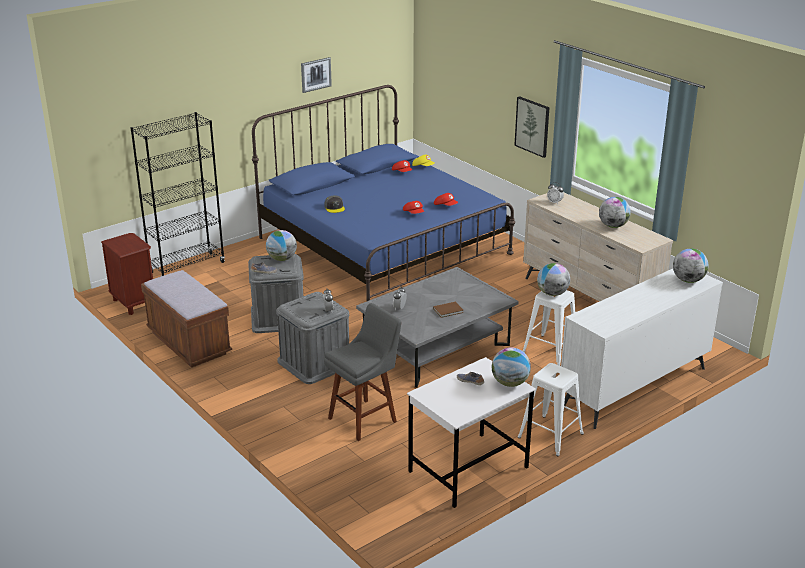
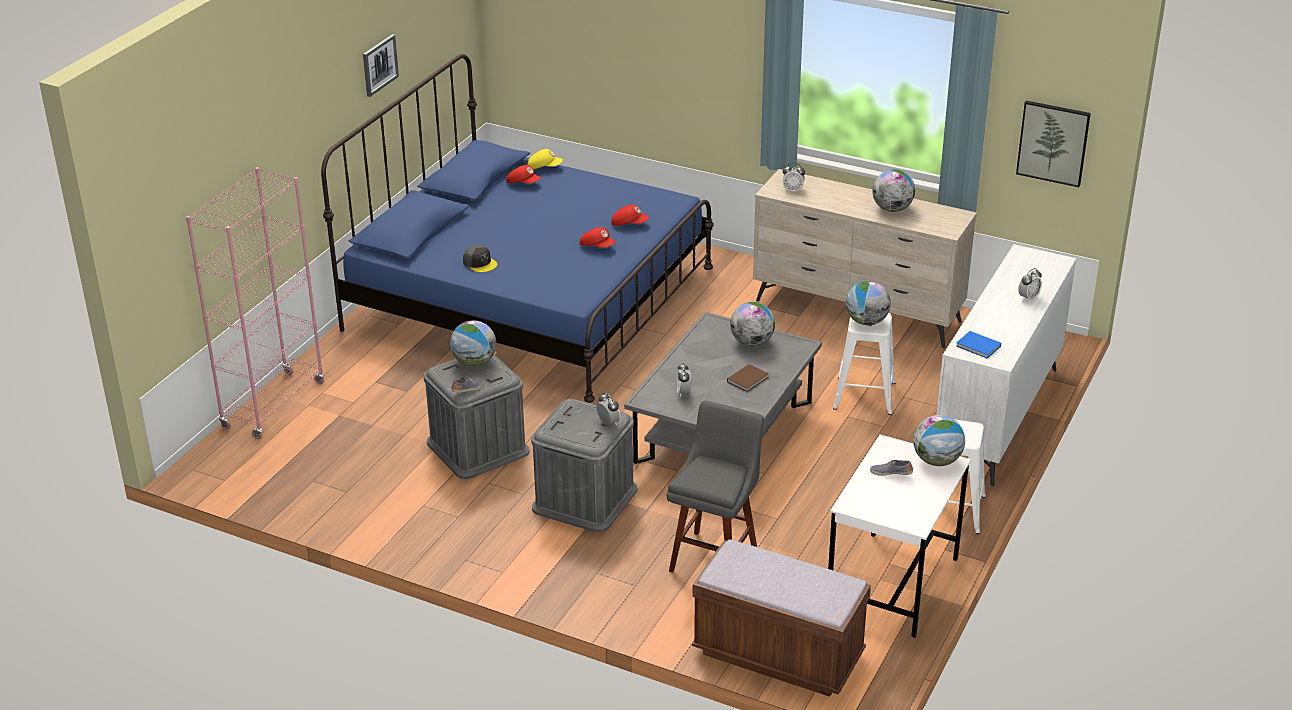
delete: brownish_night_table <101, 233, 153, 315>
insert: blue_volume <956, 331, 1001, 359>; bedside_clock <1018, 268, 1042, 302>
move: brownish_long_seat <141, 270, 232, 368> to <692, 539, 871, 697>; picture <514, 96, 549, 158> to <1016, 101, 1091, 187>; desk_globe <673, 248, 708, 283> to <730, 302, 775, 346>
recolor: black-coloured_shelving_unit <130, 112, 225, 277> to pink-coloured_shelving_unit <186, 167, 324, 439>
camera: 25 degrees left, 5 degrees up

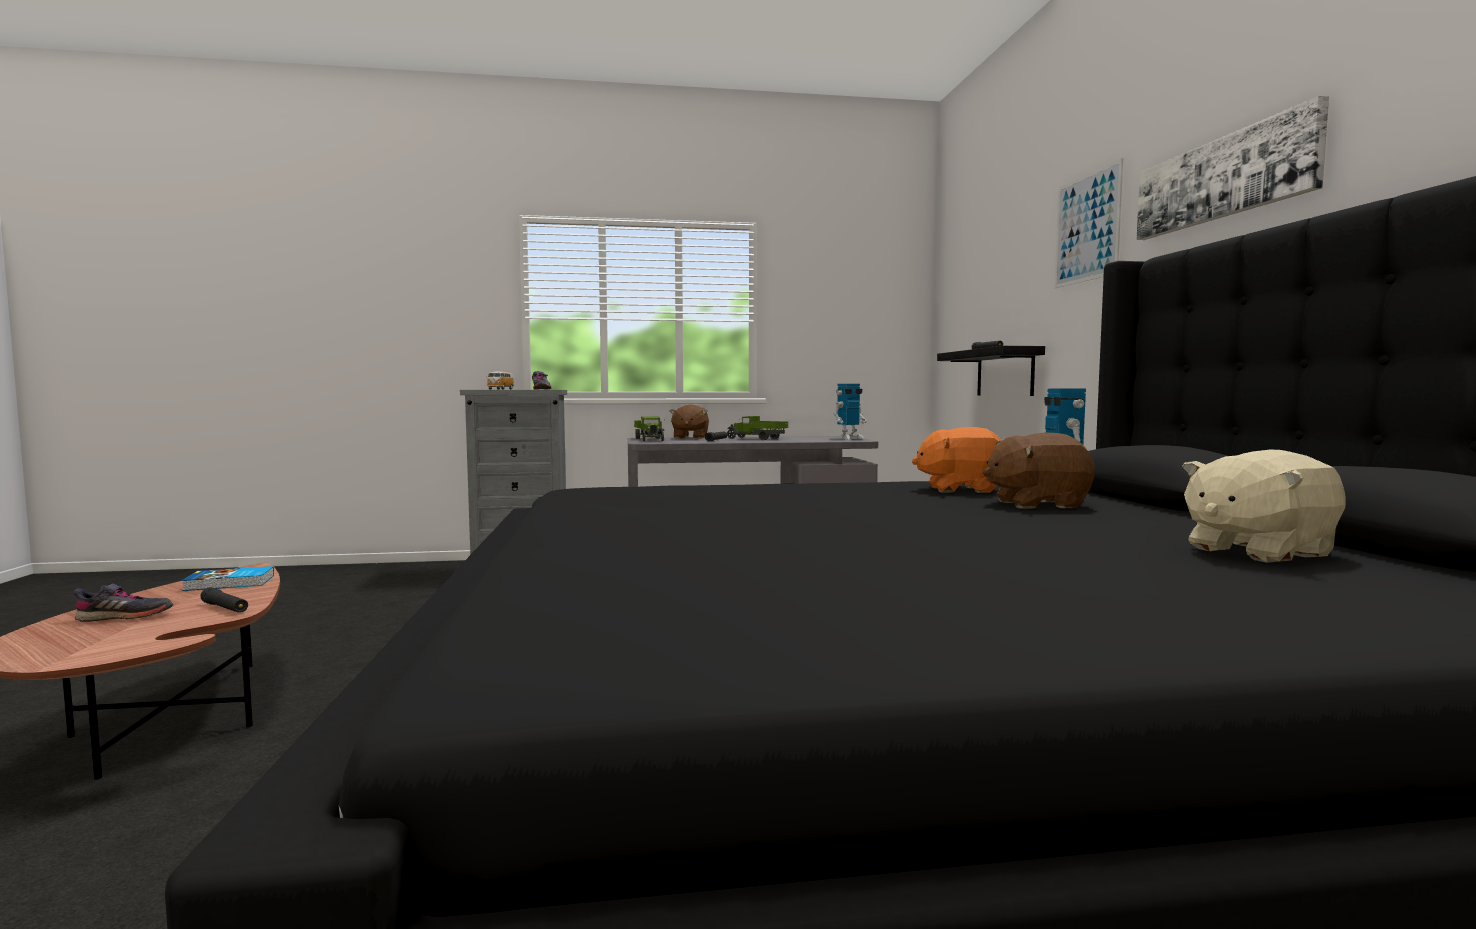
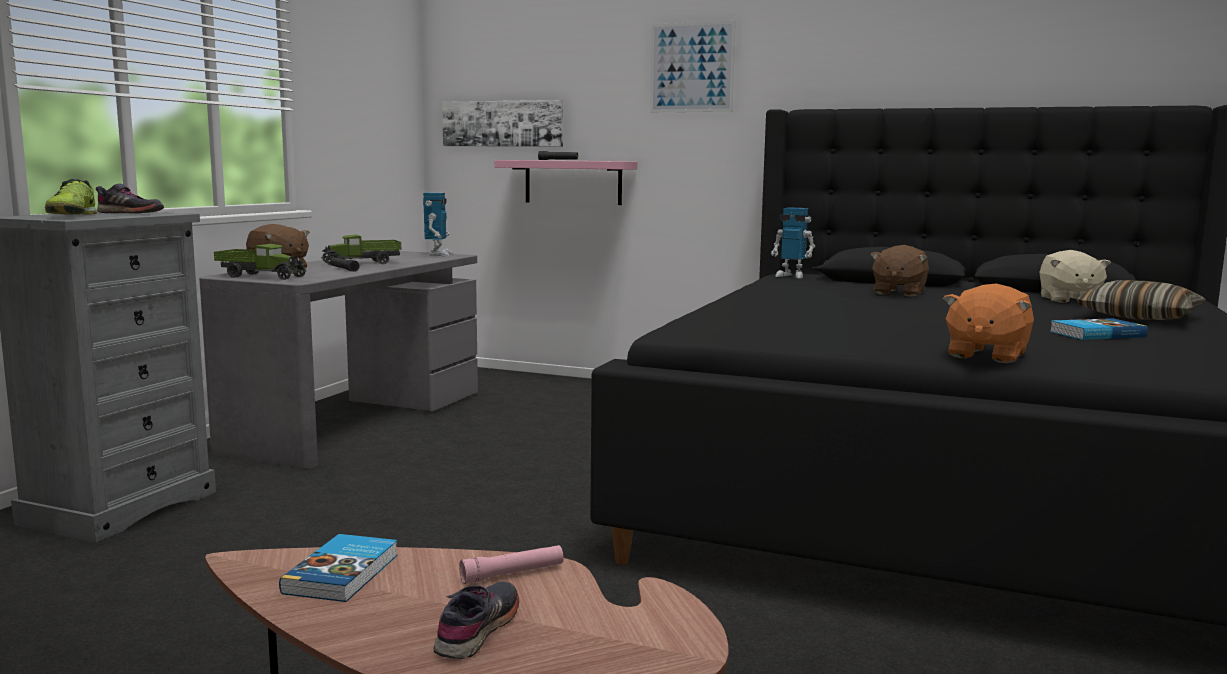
insert: volume <1050, 318, 1148, 340>; throw_pillow <1076, 280, 1206, 320>
move: orange_cuddly_toy <912, 427, 1002, 493> to <943, 284, 1034, 363>; picture <1137, 96, 1329, 240> to <442, 100, 563, 147>
replace: model_car <486, 371, 514, 390> to low_shoe <45, 179, 97, 215>
recolor: black-coloured_torch <200, 587, 248, 613> to pink-coloured_torch <459, 545, 564, 584>; black-coloured_bracket_shelf <937, 346, 1045, 396> to pink-coloured_bracket_shelf <494, 160, 637, 205>
camera: 60 degrees left, 5 degrees up

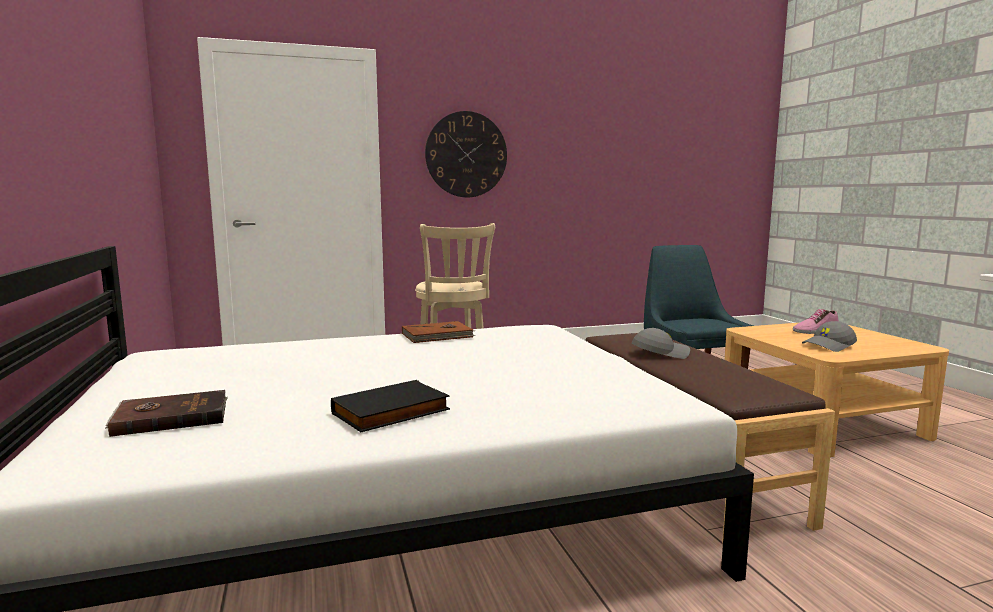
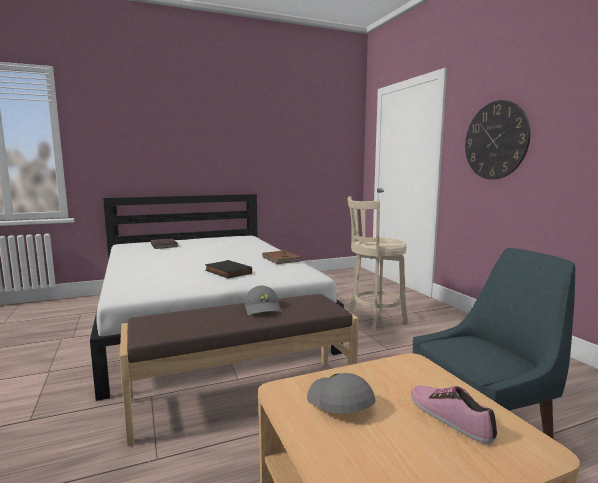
move: black-coloured_volume <331, 380, 450, 432> to <205, 260, 252, 278>
camera: 85 degrees right, 0 degrees up

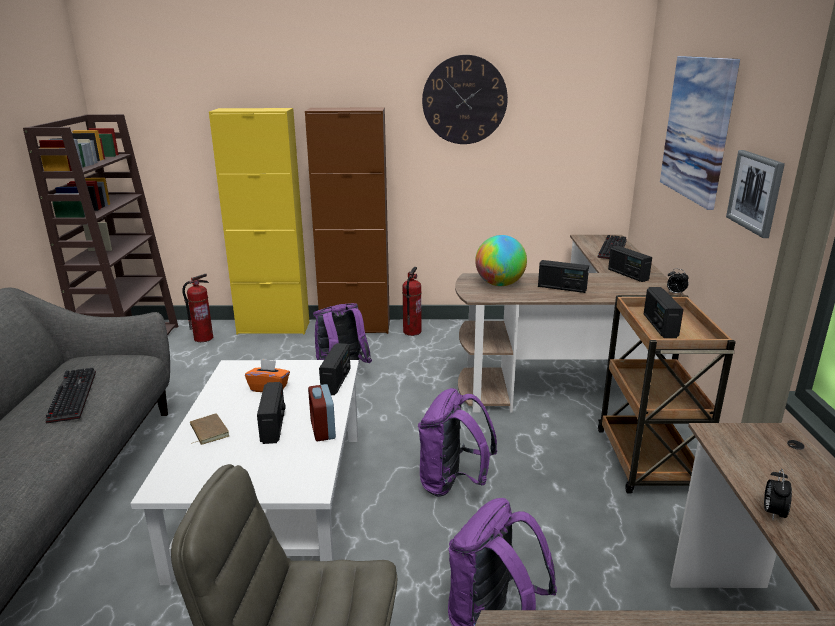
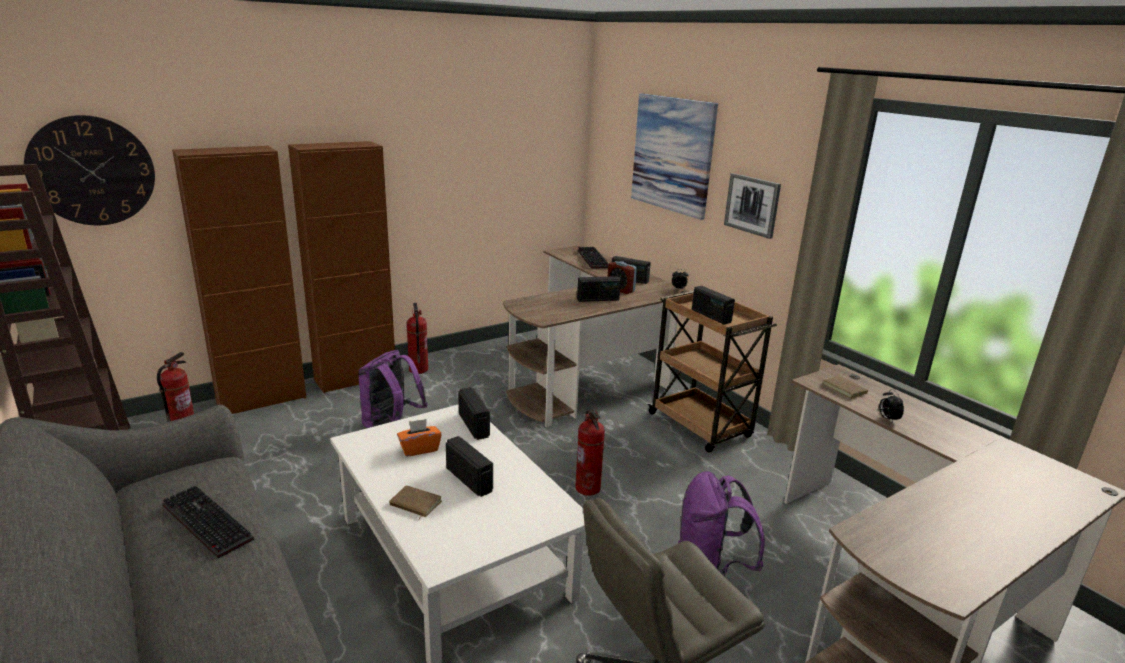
delete: desk_globe <475, 235, 527, 286>
insert: brownish_volume <822, 374, 868, 398>
move: bedside_clock <308, 384, 336, 442> to <608, 261, 637, 294>; clock_on_the_wall <422, 55, 508, 144> to <24, 115, 155, 225>
replace: purple-coloured_backpack <418, 388, 497, 497> to fire-fighting_cylinder <575, 410, 605, 496>
recolor: yellowish_cupboard <209, 108, 309, 335> to brownish_cupboard <172, 146, 306, 414>
camera: 35 degrees left, 0 degrees up

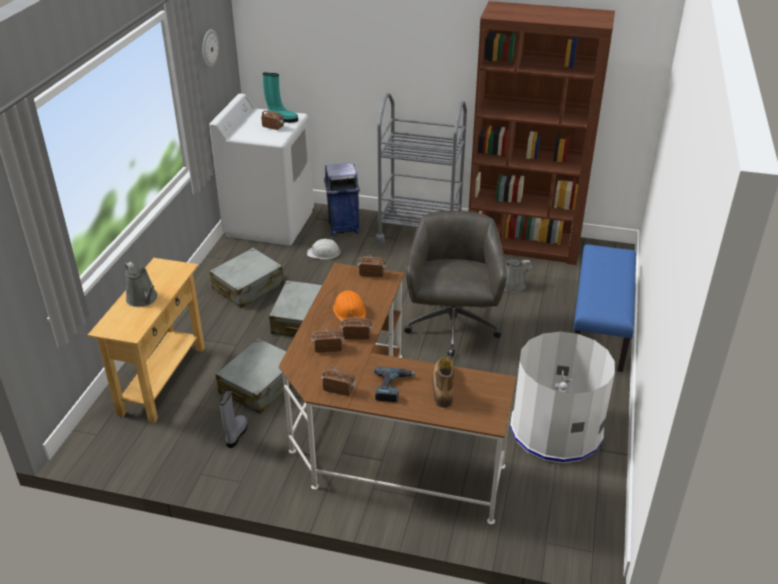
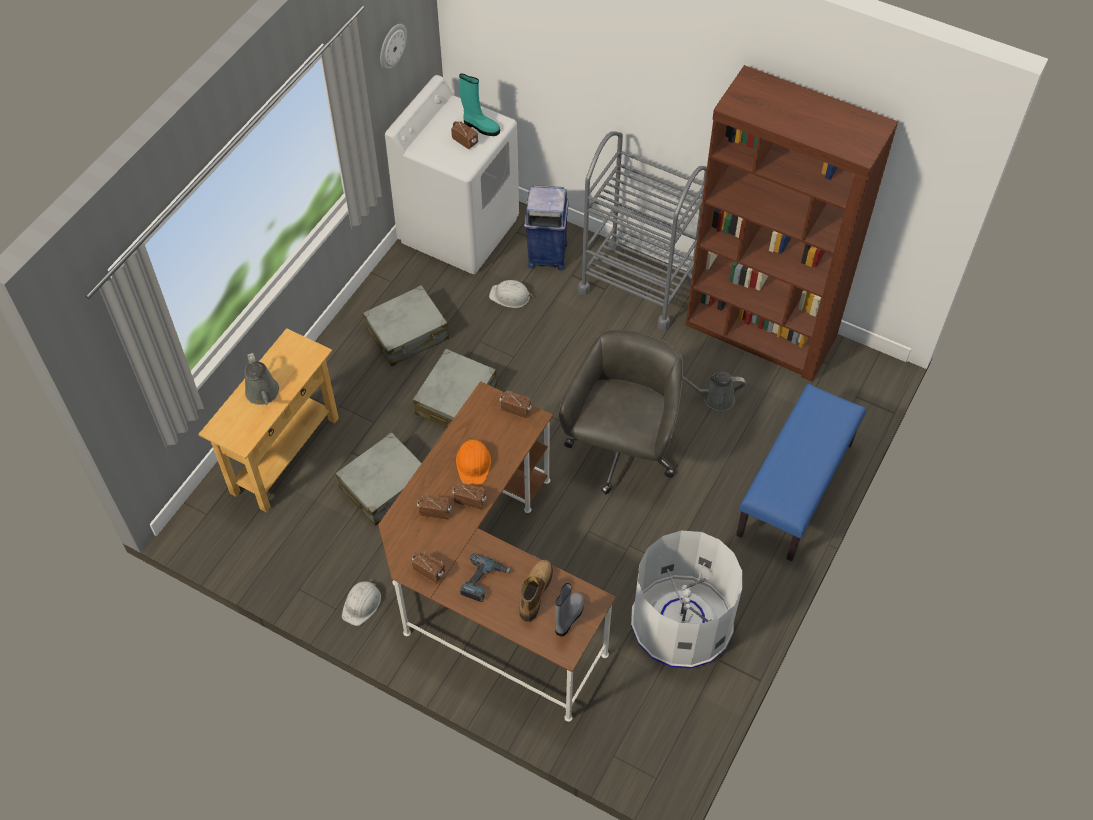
insert: whitish_safety_helmet <342, 579, 381, 626>
move: greyish_boot <220, 390, 247, 448> to <555, 583, 584, 637>
camera: 15 degrees right, 20 degrees up

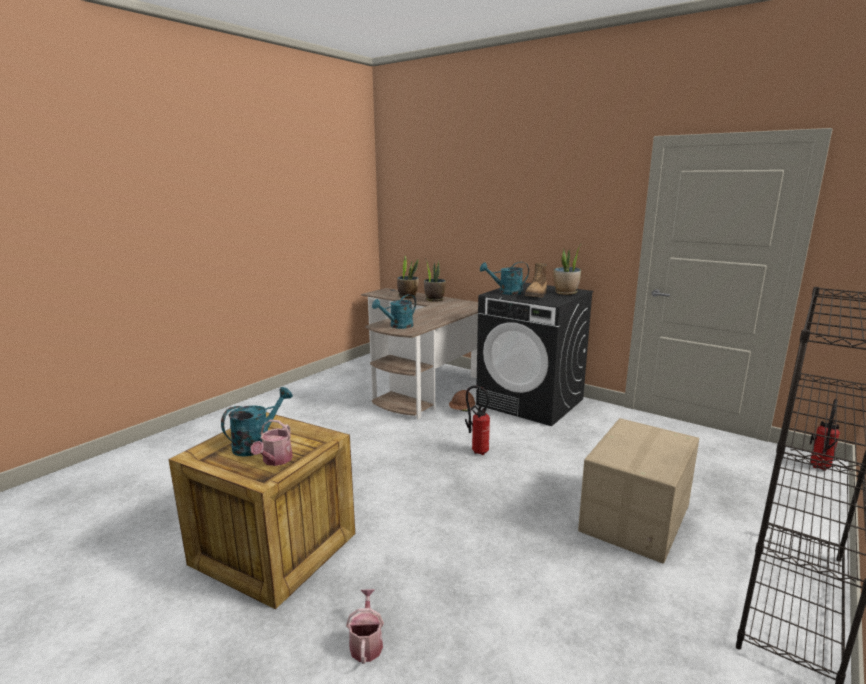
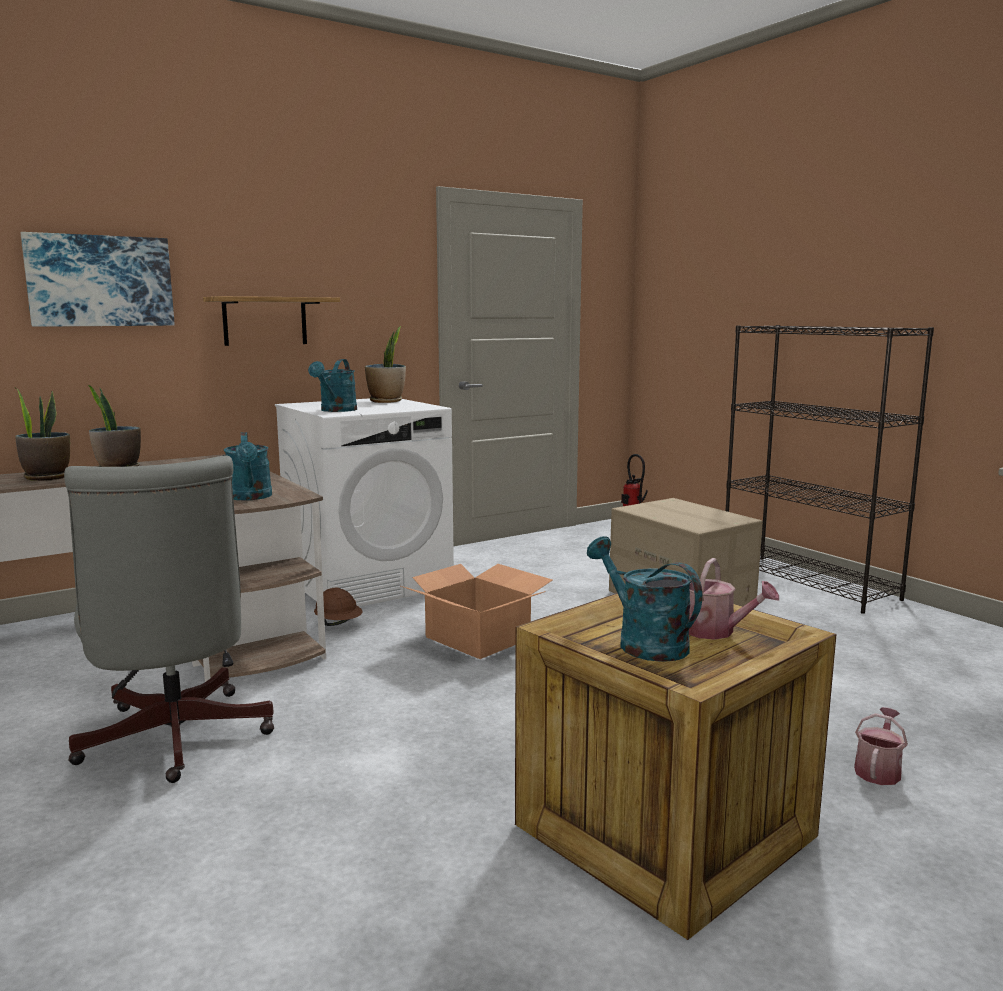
delete: boot <525, 263, 547, 297>
insert: picture <21, 232, 175, 327>; greyish_desk_chair <64, 456, 274, 783>; bracket_shelf <203, 296, 340, 346>
replace: fire-fighting_cylinder <465, 386, 490, 455> to cardboard_box <401, 564, 553, 659>
recolor: black-coloured_washing_machine <476, 282, 593, 426> to whitish_washing_machine <275, 398, 454, 607>
rotate: sprinkling_can <346, 589, 384, 664> = <854, 707, 908, 785> 105 degrees clockwise
camera: 70 degrees left, 5 degrees down

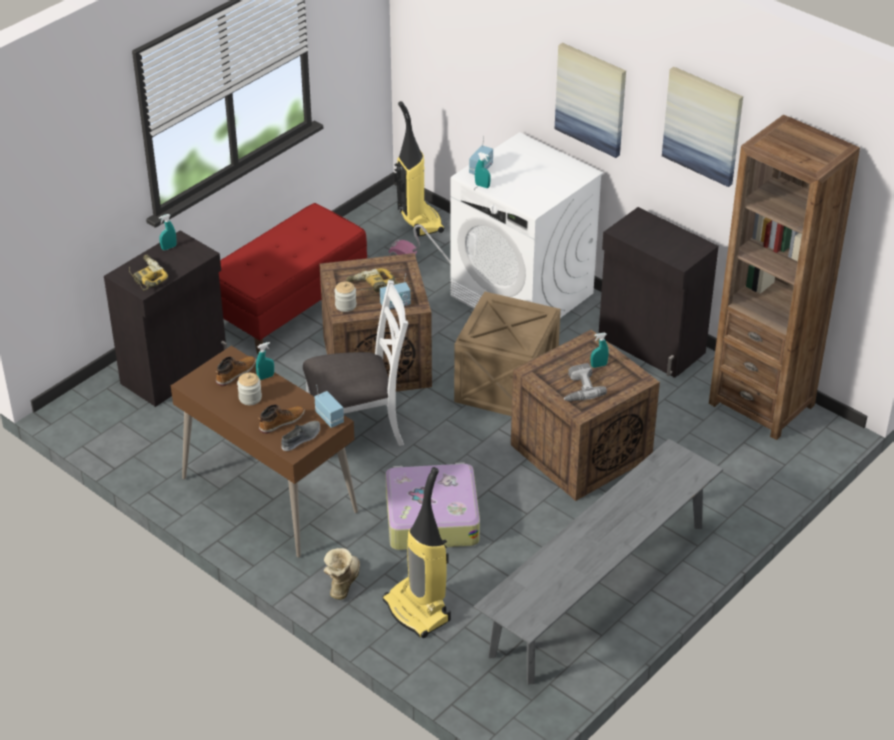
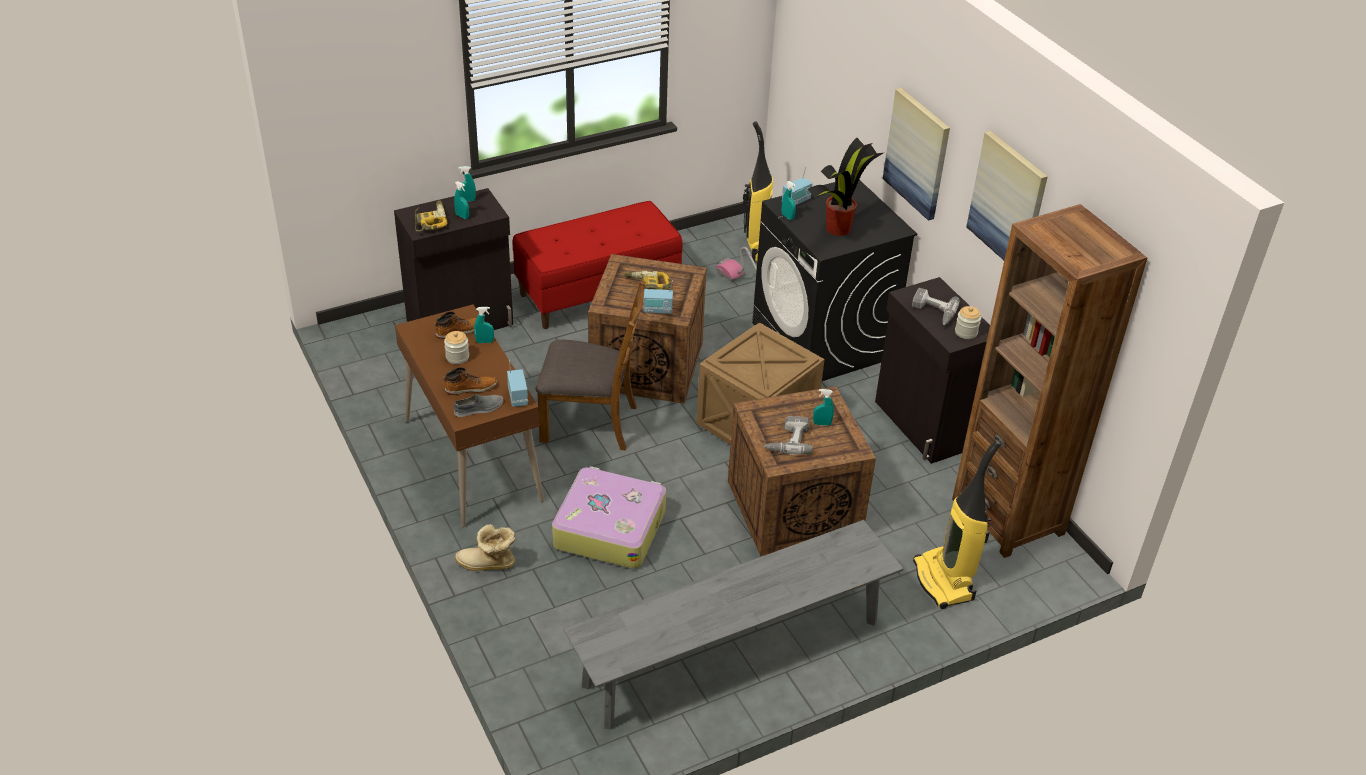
insert: blue-green_spray_bottle <454, 181, 469, 219>; plant_in_a_pot <808, 138, 883, 236>; power_drill <912, 288, 960, 325>
move: preserve_jar <334, 281, 357, 312> to <955, 306, 981, 339>; vacuum_cleaner <383, 467, 451, 638> to <913, 439, 1001, 609>
recolor: whitish_plain_chair <303, 280, 408, 460> to brownish_plain_chair <535, 280, 646, 451>; whitish_washing_machine <450, 132, 604, 318> to black-coloured_washing_machine <752, 180, 917, 381>
rotate: boot <323, 548, 360, 600> = <455, 524, 516, 571> 120 degrees counterclockwise
camera: 20 degrees right, 0 degrees up

